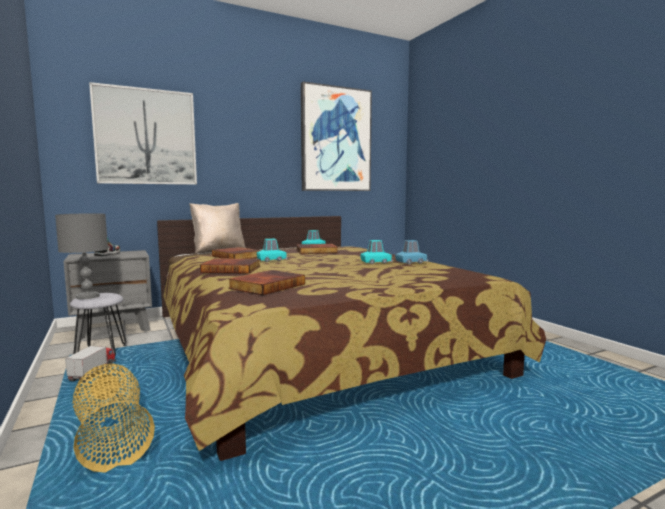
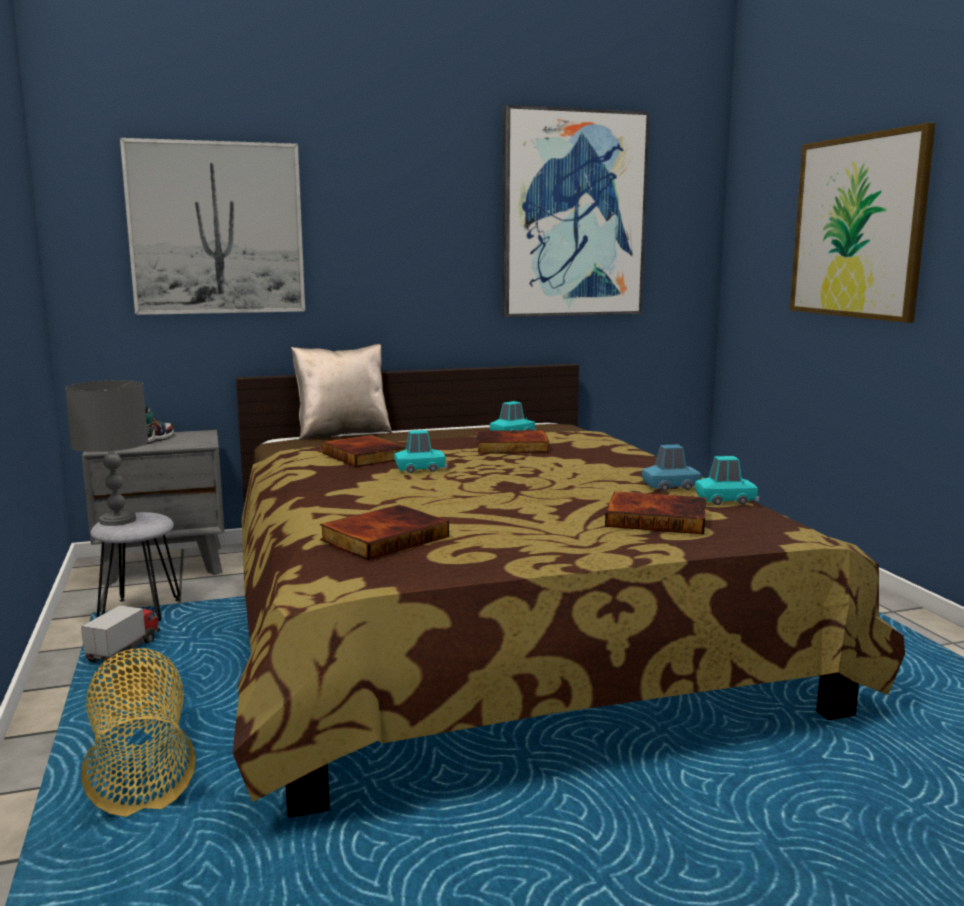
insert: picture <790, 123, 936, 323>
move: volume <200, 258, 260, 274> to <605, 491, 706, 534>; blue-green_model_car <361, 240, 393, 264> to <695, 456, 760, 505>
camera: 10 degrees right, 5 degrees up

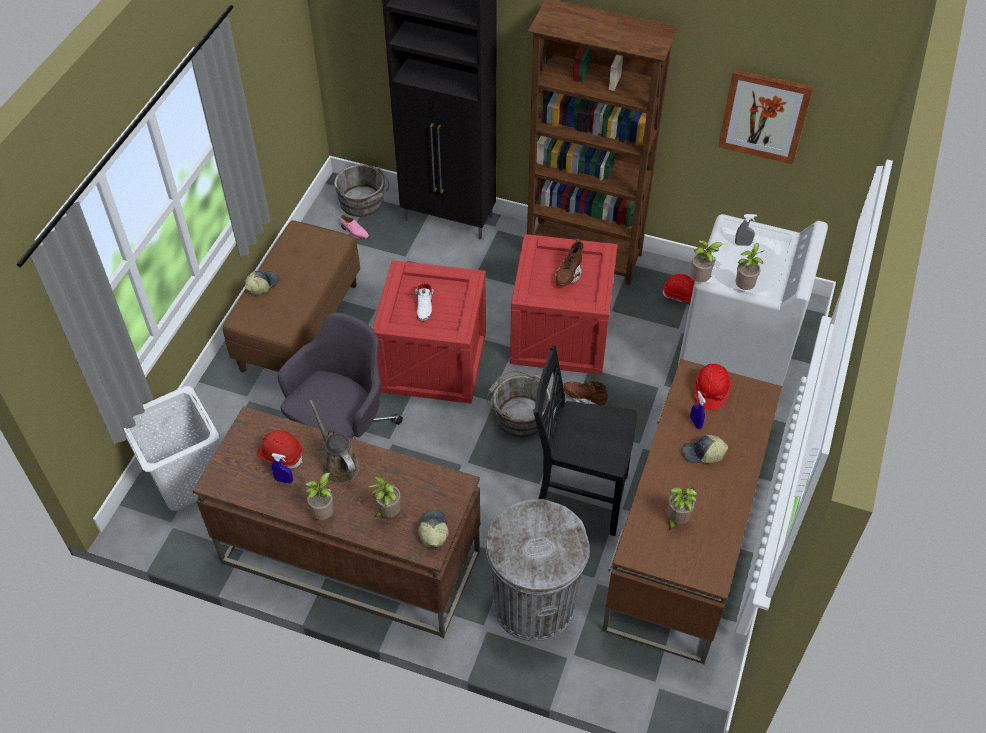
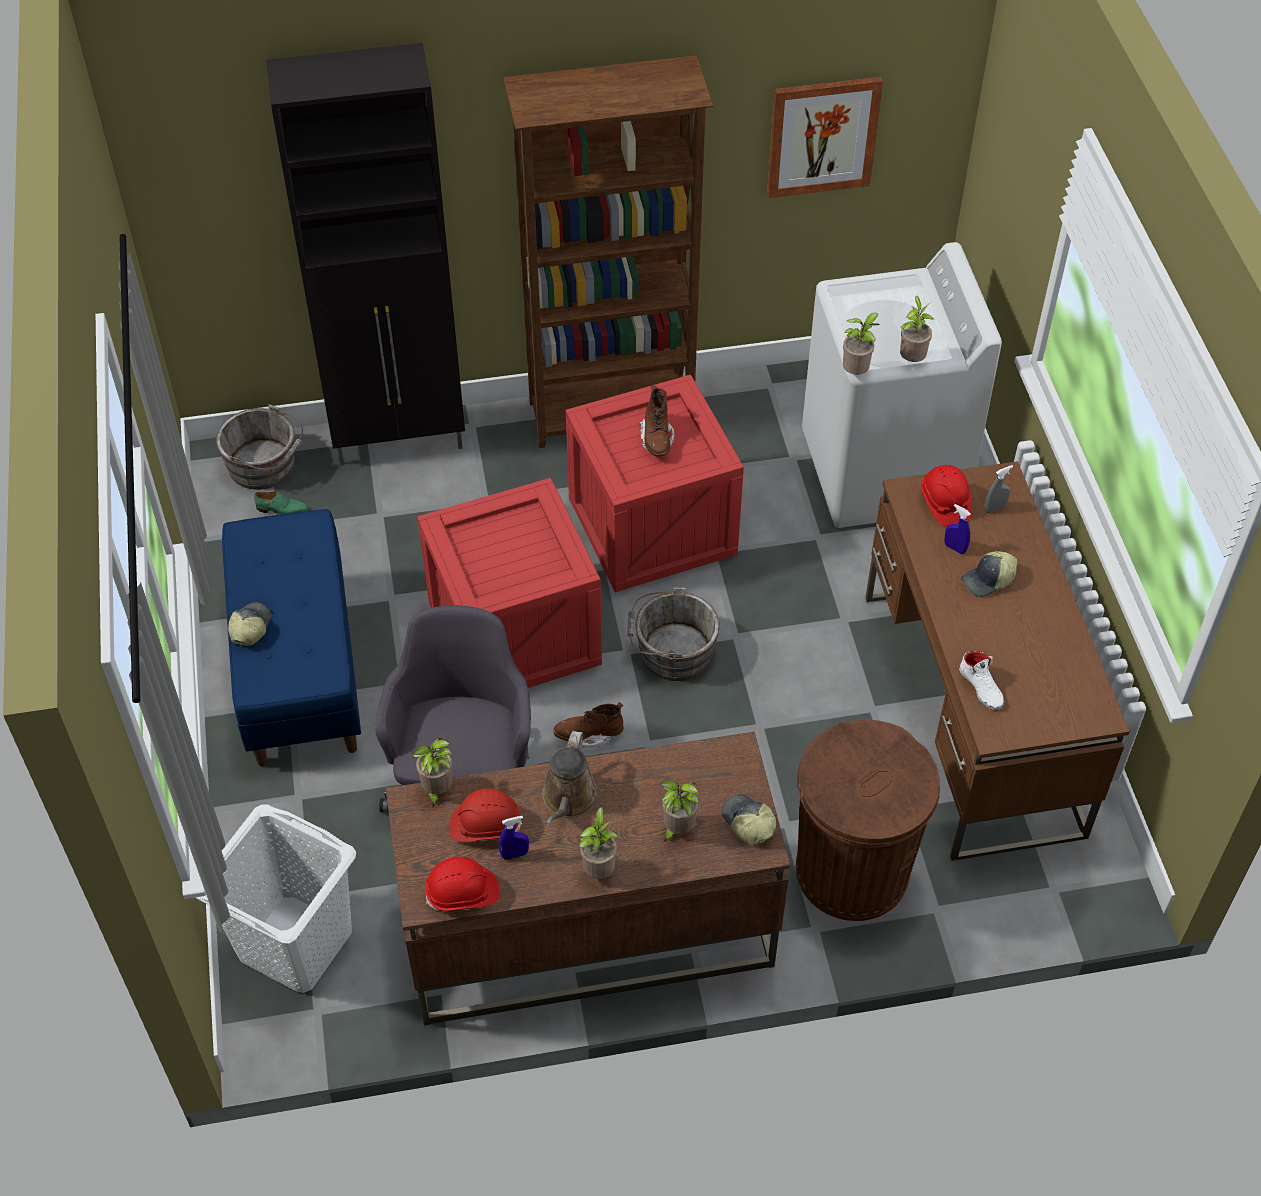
delete: black-coloured_plain_chair <534, 346, 637, 536>
move: whitish_low_shoe <415, 283, 433, 321> to <959, 651, 1004, 711>; brownish_boot <563, 381, 609, 405> to <553, 702, 624, 748>; red_safety_helmet <662, 274, 695, 304> to <425, 857, 499, 911>; plant_in_a_pot <668, 487, 697, 531> to <412, 738, 452, 808>; greyish_spray_bottle <735, 214, 757, 246> to <985, 465, 1013, 513>
recolor: brownish_long_seat <223, 220, 360, 372> to blue_long_seat <222, 509, 361, 766>; pink-coloured_low_shoe <341, 215, 369, 239> to greenish_low_shoe <254, 492, 309, 514>; greyish_trash_can <486, 499, 589, 642> to brownish_trash_can <796, 719, 940, 921>
rotate: brownish_sprinkling_can <309, 400, 360, 484> = <542, 731, 599, 825> 105 degrees counterclockwise
camera: 30 degrees left, 0 degrees up

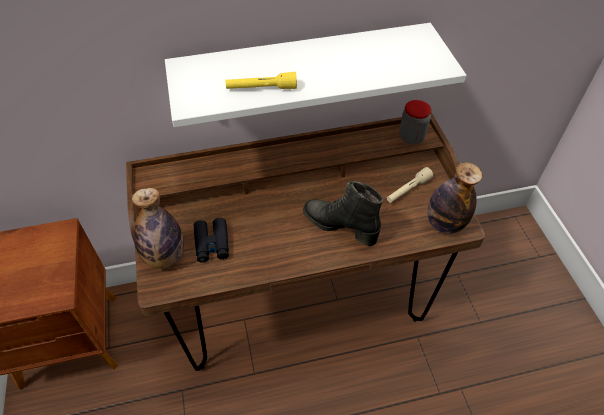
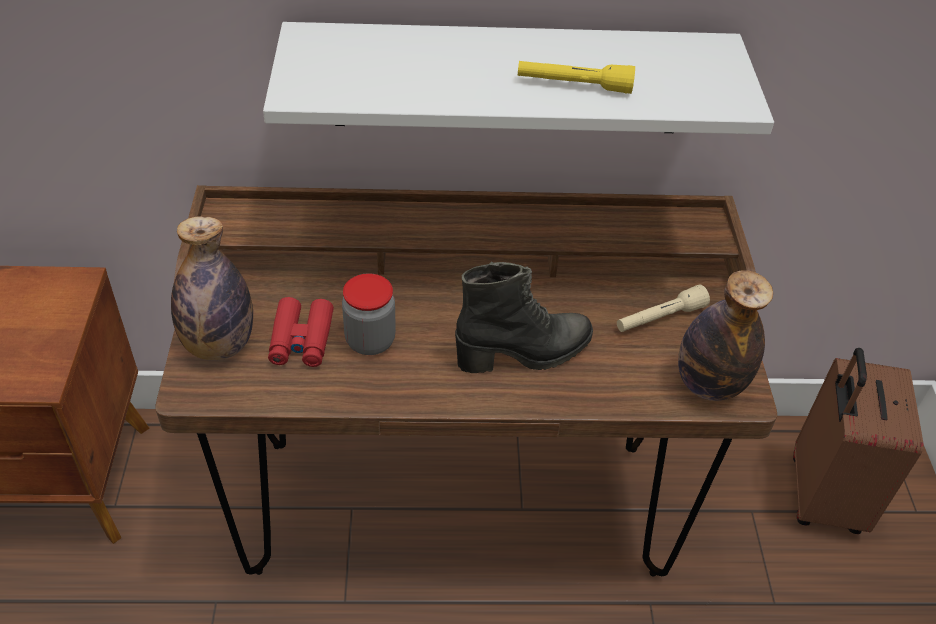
insert: brownish_travel_case <793, 348, 923, 534>
move: yellowish_torch <226, 72, 297, 89> to <518, 61, 635, 94>; preserve_jar <399, 100, 431, 144> to <342, 273, 396, 355>
recolor: black-coloured_field_glasses <194, 218, 229, 263> to red_field_glasses <268, 297, 334, 367>
rotate: black-coloured_boot <303, 181, 384, 246> = <455, 261, 593, 373> 120 degrees clockwise
camera: 10 degrees right, 5 degrees down

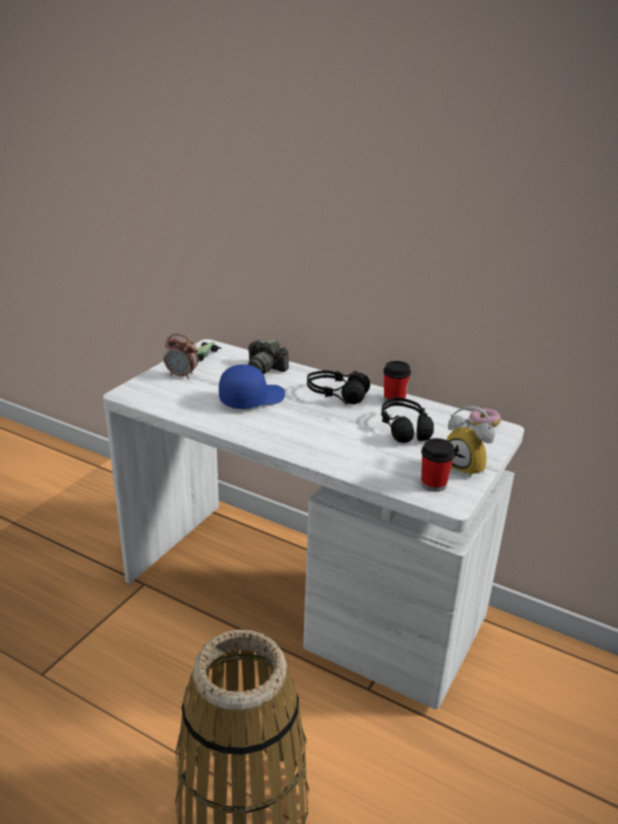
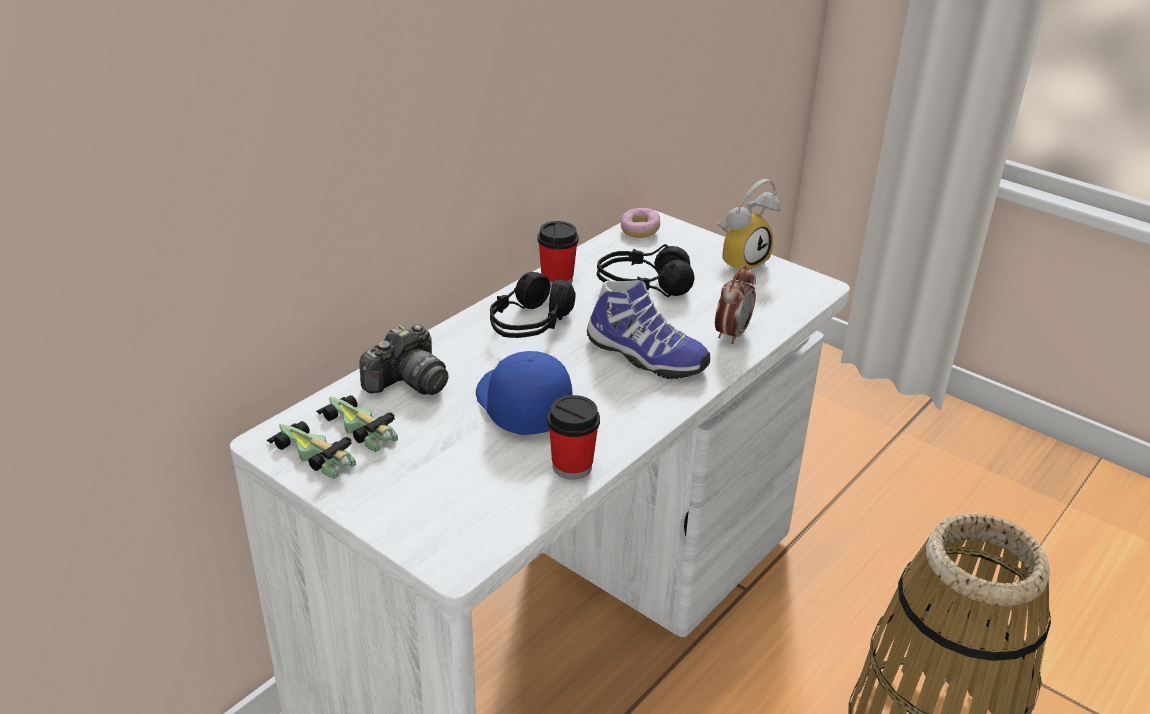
insert: model_car <316, 395, 398, 452>; low_shoe <587, 280, 710, 379>
move: bedside_clock <164, 334, 198, 379> to <715, 265, 756, 344>; drinking_cup <421, 438, 455, 492> to <547, 395, 600, 480>
camera: 80 degrees left, 5 degrees up

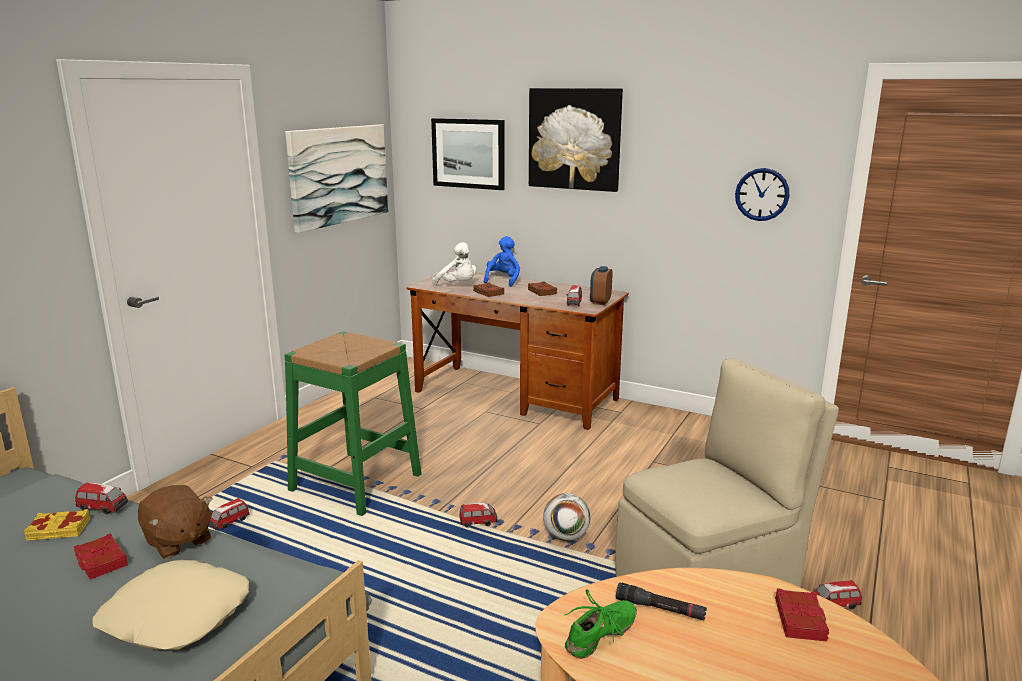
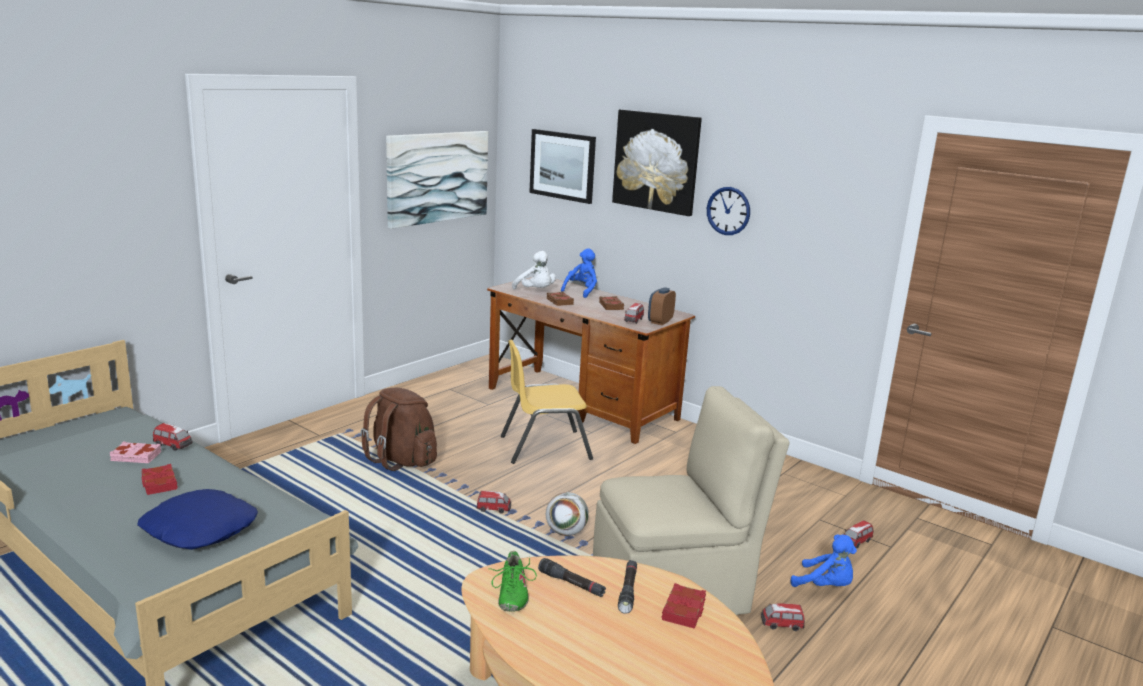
delete: brownish_cuddly_toy <138, 485, 213, 558>
insert: yellowish_plain_chair <501, 339, 593, 464>; black-coloured_torch <618, 560, 637, 614>; blue_cuddly_toy <791, 534, 857, 587>
move: model_car <209, 498, 249, 530> to <844, 520, 873, 548>; clock_on_the_wall <735, 168, 789, 221> to <707, 187, 750, 235>
replace: greenish_stool_seat <284, 331, 422, 516> to brownish_backpack <360, 388, 437, 471>
recolor: yellowish_volume <24, 509, 90, 541> to pink-coloured_volume <110, 442, 161, 463>; beige_throw_pillow <92, 560, 249, 650> to blue_throw_pillow <137, 489, 258, 550>
rotate: greenish_low_shoe <564, 590, 637, 659> = <489, 551, 537, 612> 120 degrees clockwise
camera: 10 degrees right, 0 degrees up

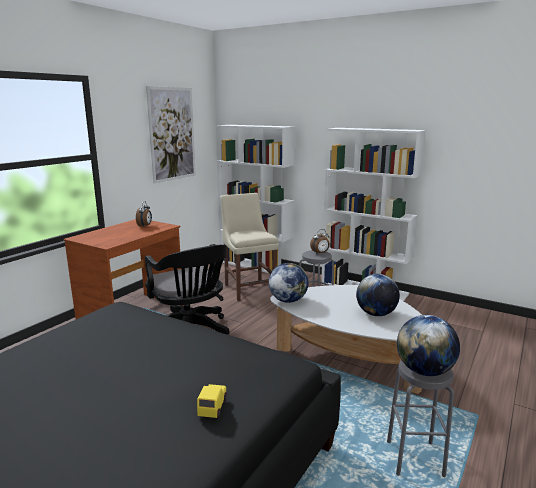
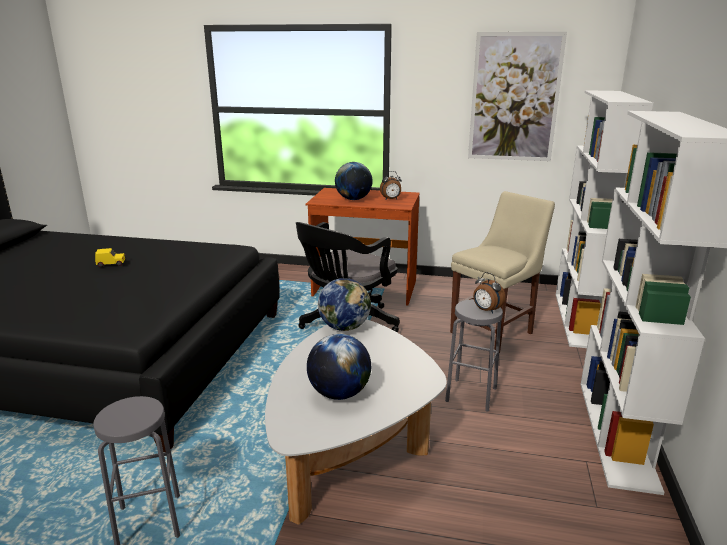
move: yellowish_model_car <197, 384, 227, 418> to <95, 248, 125, 267>; desk_globe <397, 315, 460, 376> to <335, 162, 373, 200>
camera: 70 degrees right, 5 degrees up

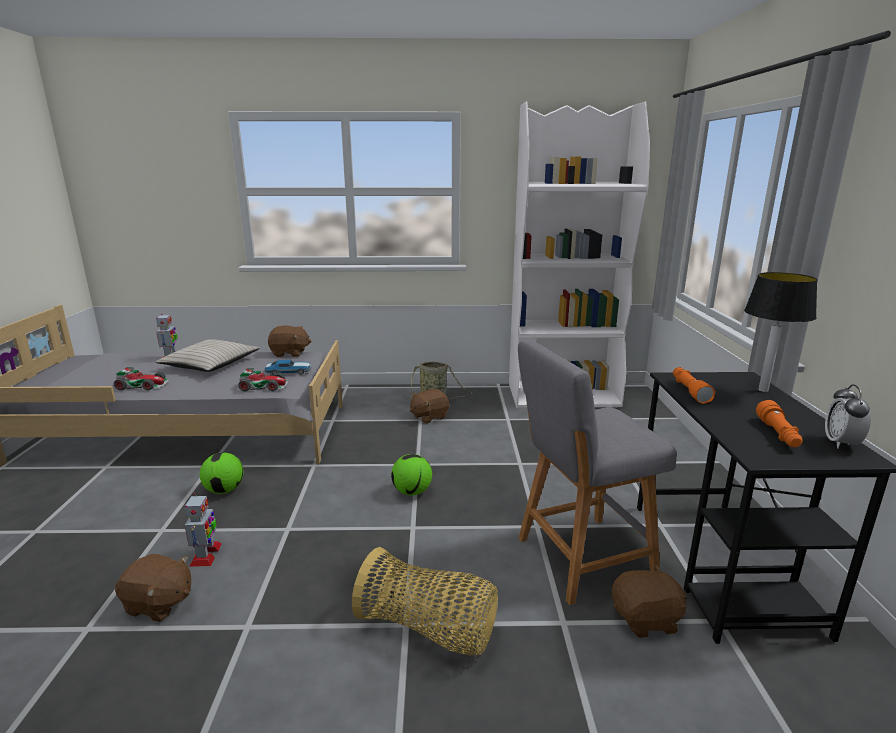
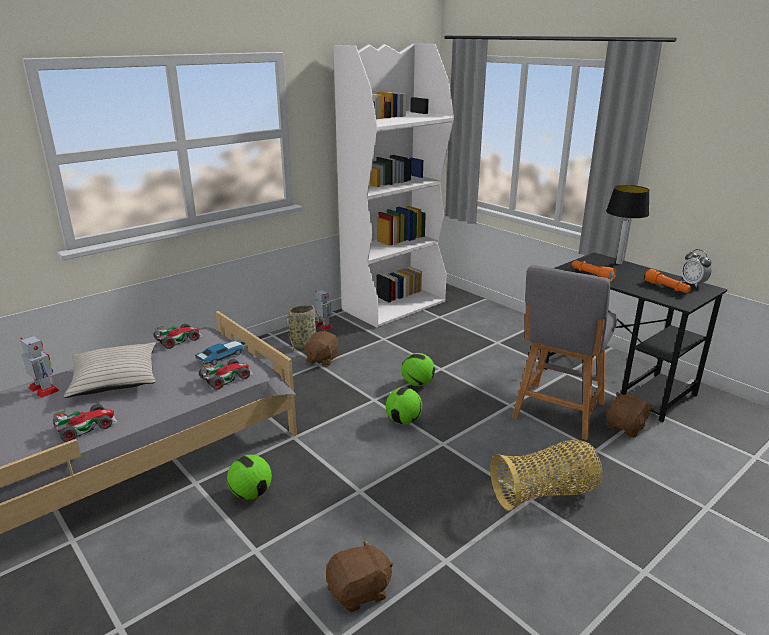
insert: football <402, 353, 435, 386>
move: toy_robot <185, 493, 222, 567> to <314, 290, 333, 330>
replace: brownish_cuddly_toy <268, 326, 311, 357> to model_car <154, 323, 203, 349>
camera: 40 degrees left, 5 degrees up

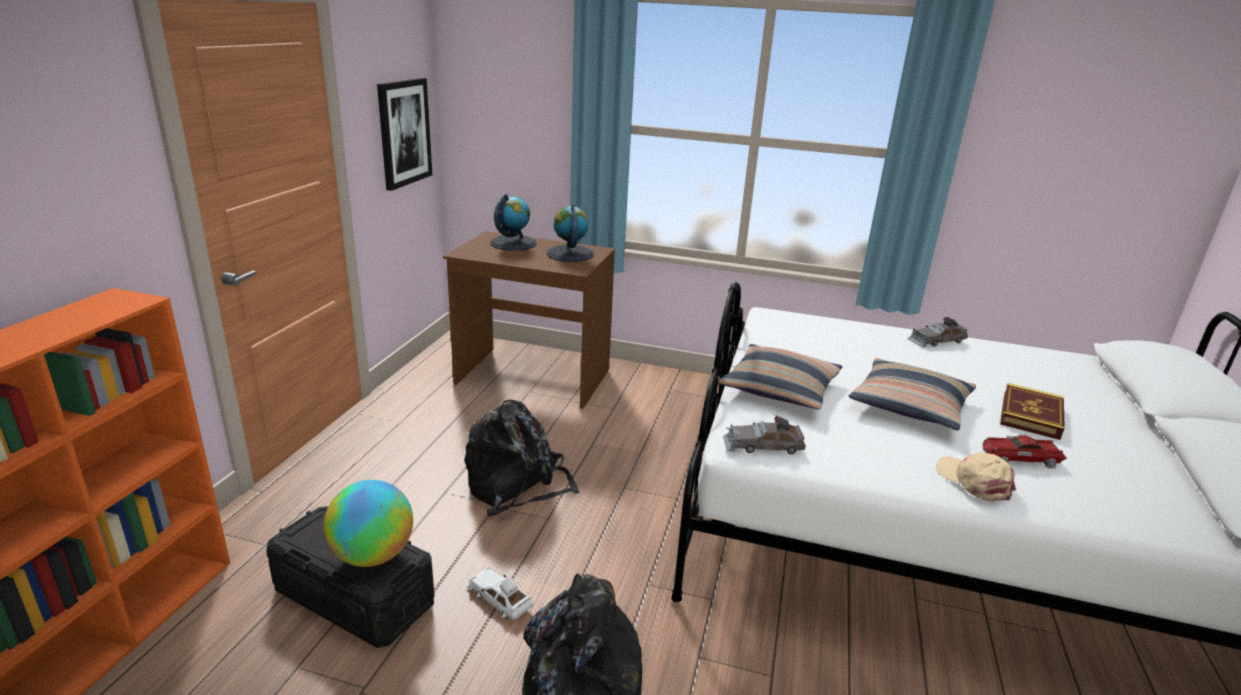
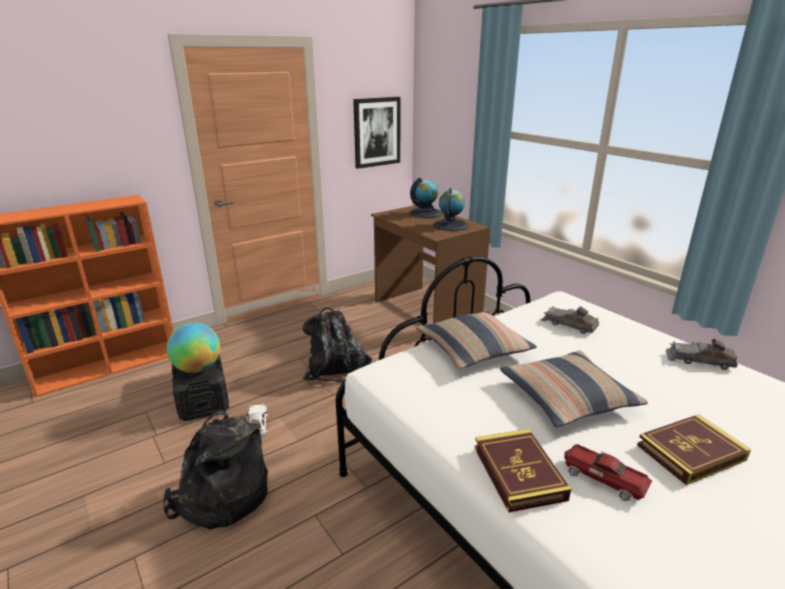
move: greyish_model_car <723, 415, 806, 454> to <541, 306, 599, 334>
replace: beige_peaked_cap <936, 453, 1016, 501> to volume <475, 429, 571, 513>
camera: 40 degrees right, 0 degrees up

